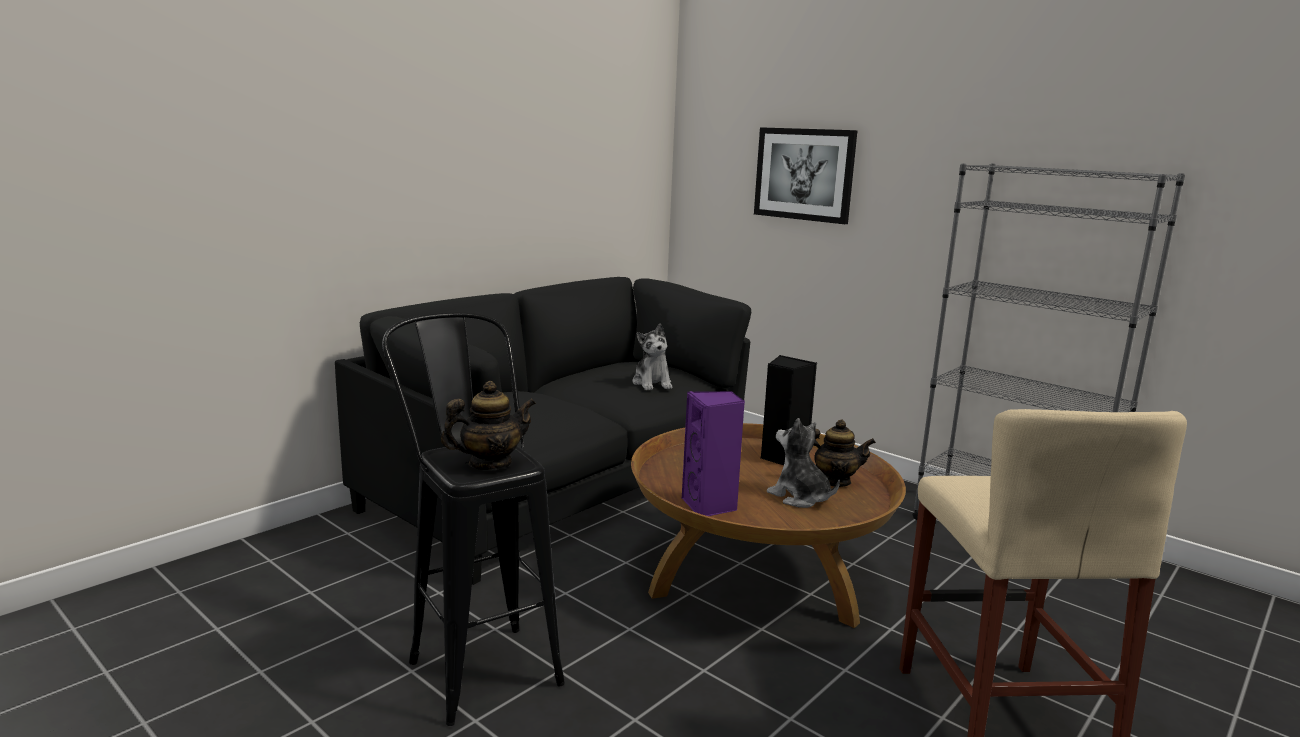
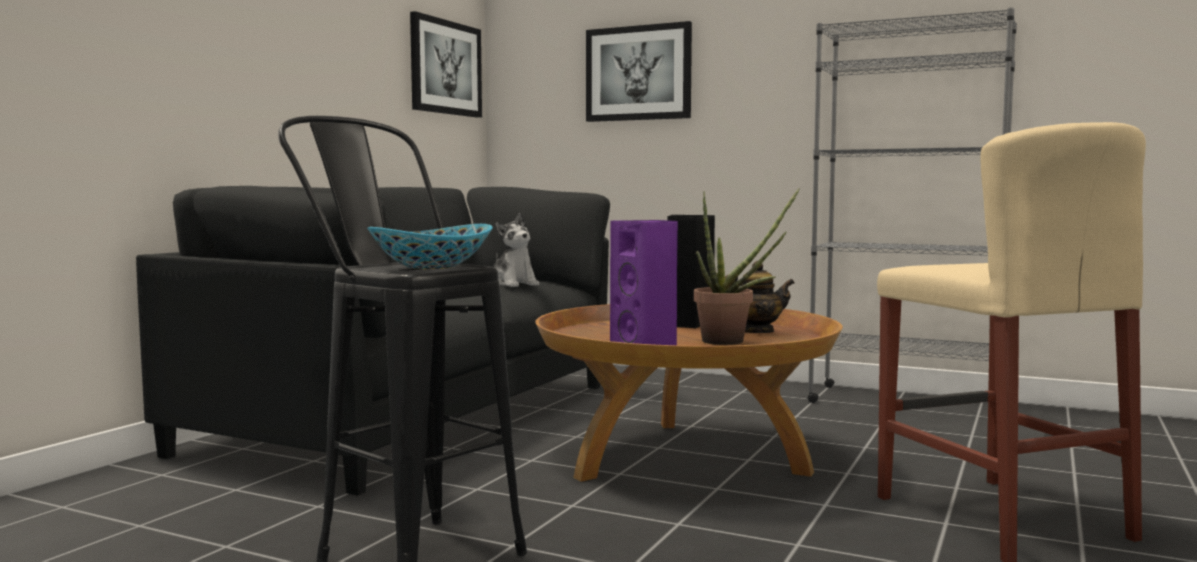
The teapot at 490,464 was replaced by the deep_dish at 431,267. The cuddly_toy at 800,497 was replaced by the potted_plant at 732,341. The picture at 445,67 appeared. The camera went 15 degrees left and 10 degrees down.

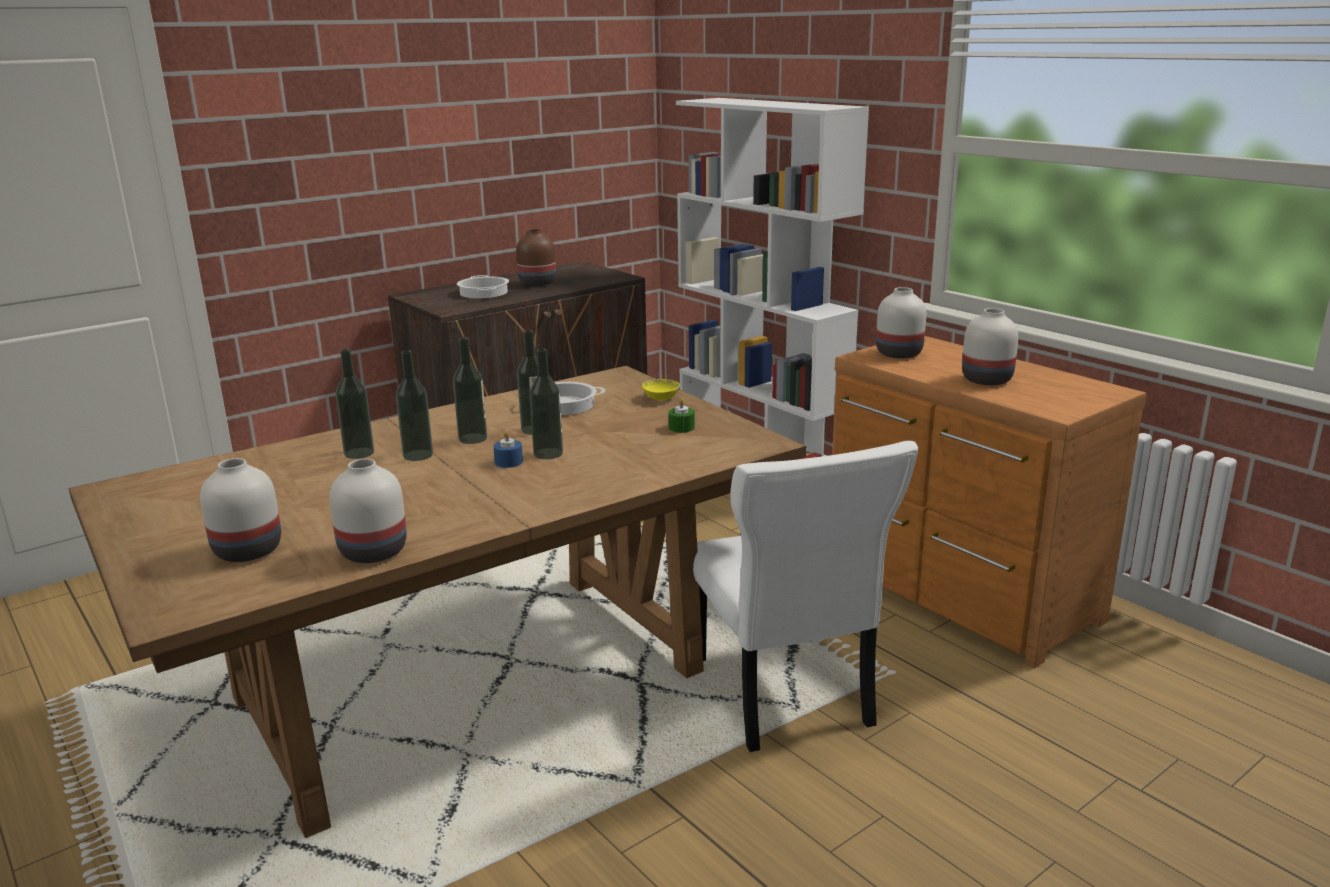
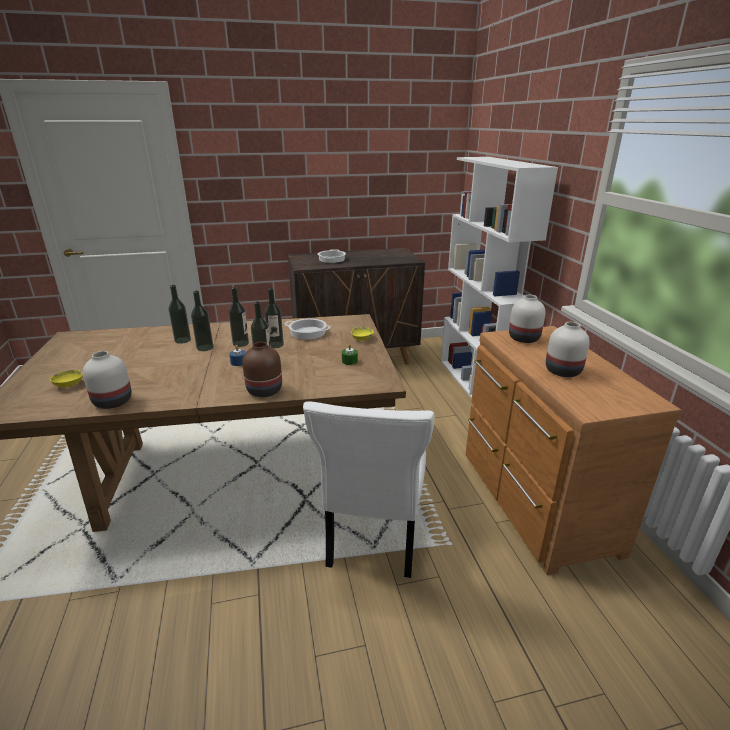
The whitish_flower_vase at 247,550 was replaced by the yellowish_deep_dish at 69,385. The brown-coloured_flower_vase moved from 536,283 to 263,390. The camera went 25 degrees right and 5 degrees up.

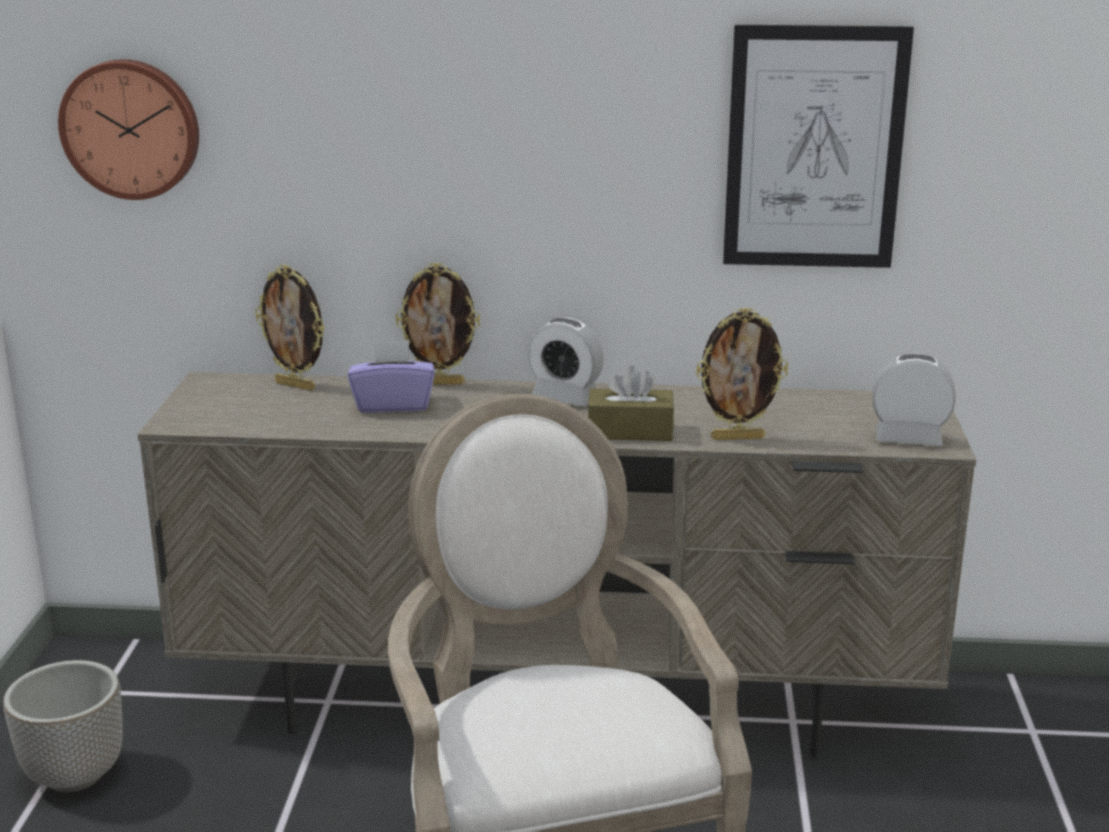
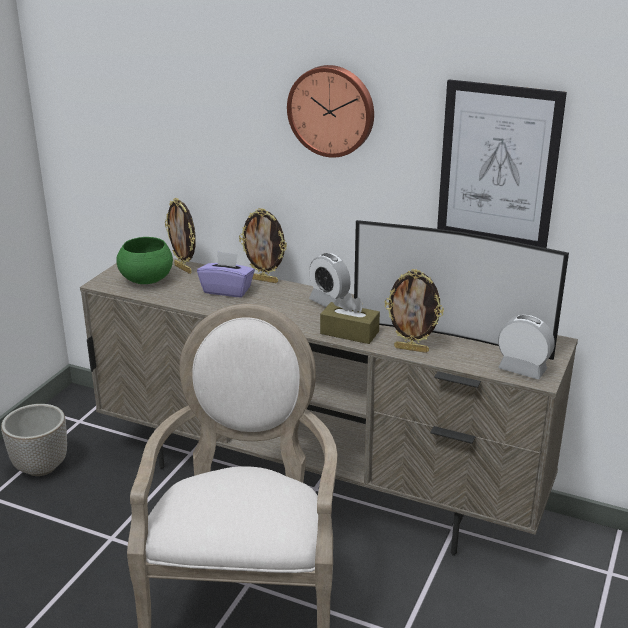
The hanging_clock moved from 131,128 to 332,110. The greenish_deep_dish at 146,280 appeared. The TV at 452,335 appeared. The camera went 20 degrees right and 5 degrees up.

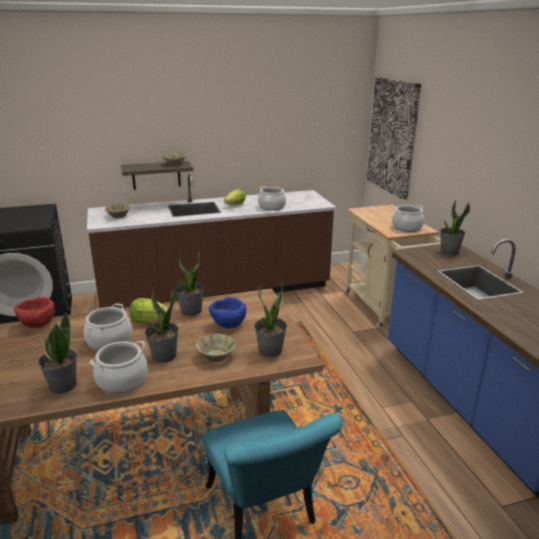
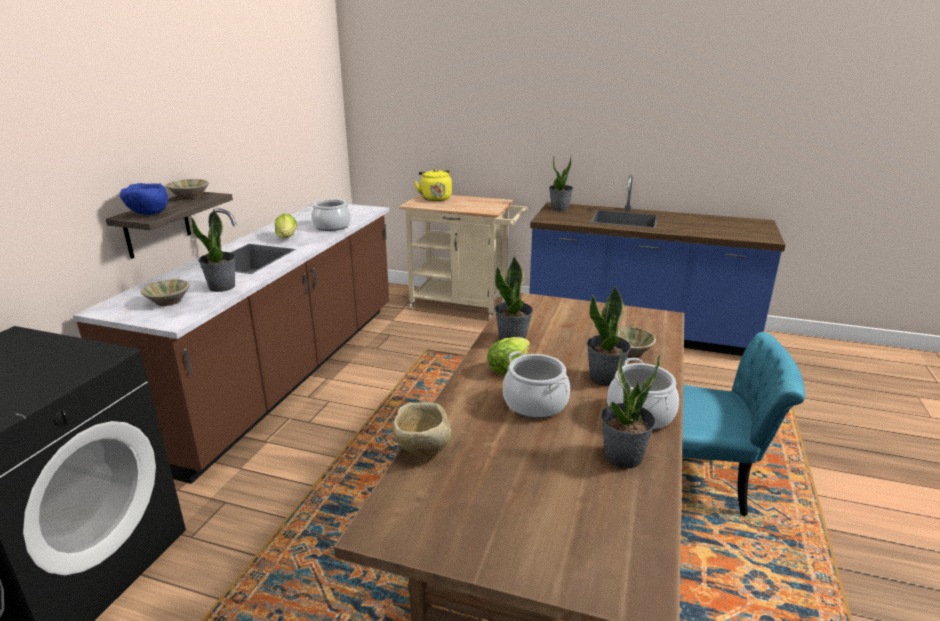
The red-coloured_deep_dish at 37,324 became the sand-coloured_deep_dish at 422,450. The blue_deep_dish moved from 228,325 to 148,214. The potted_plant moved from 270,350 to 222,287. The picture at 392,136 disappeared. The cooking_pot at 407,227 disappeared. The yellowish_water_kettle at 435,198 appeared. The camera went 55 degrees left and 0 degrees up.

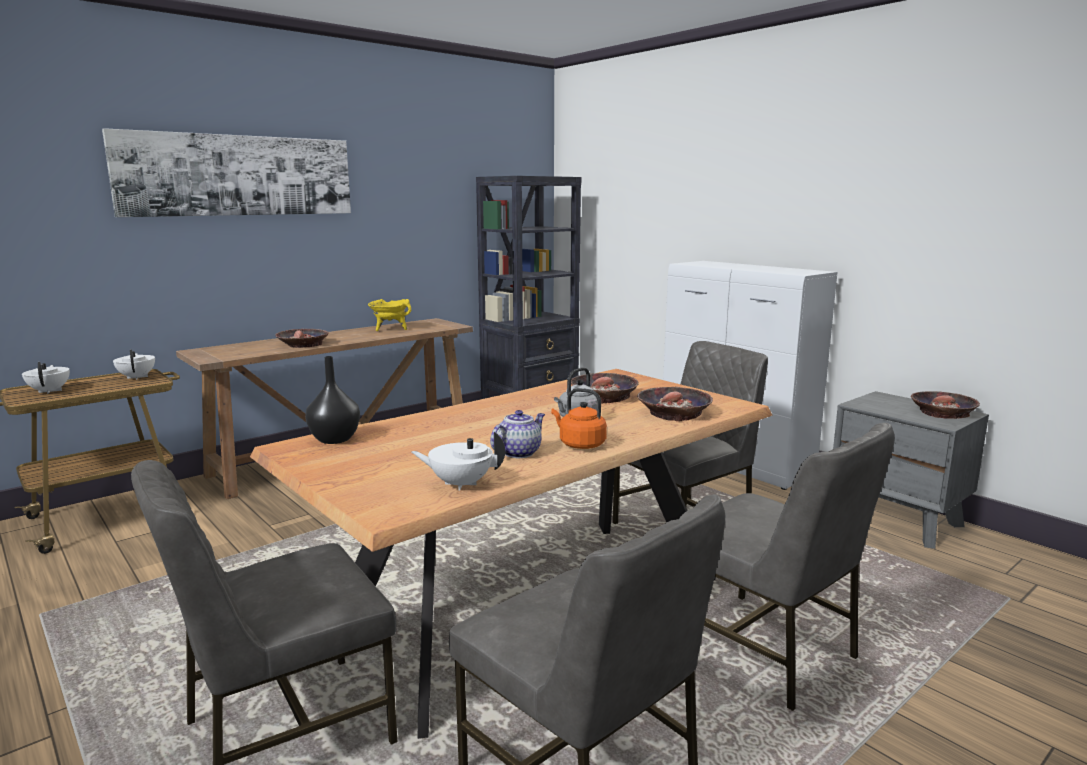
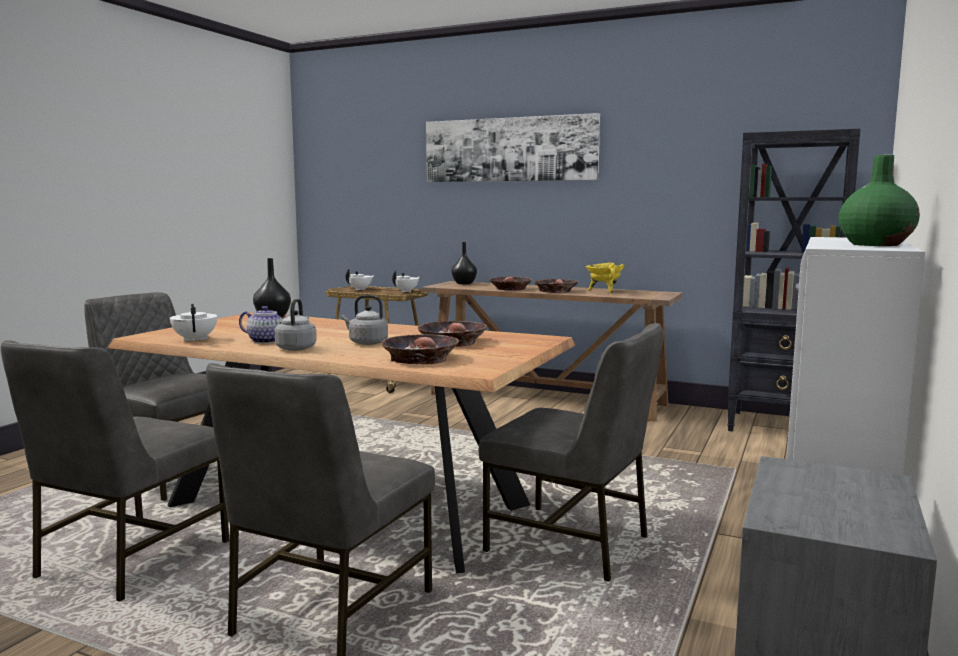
The orange_water_kettle at 580,444 became the greyish_water_kettle at 297,348. The deep_dish moved from 942,412 to 555,291. The black_flower_vase at 464,283 appeared. The greenish_flower_vase at 875,245 appeared. The camera went 65 degrees right and 5 degrees down.

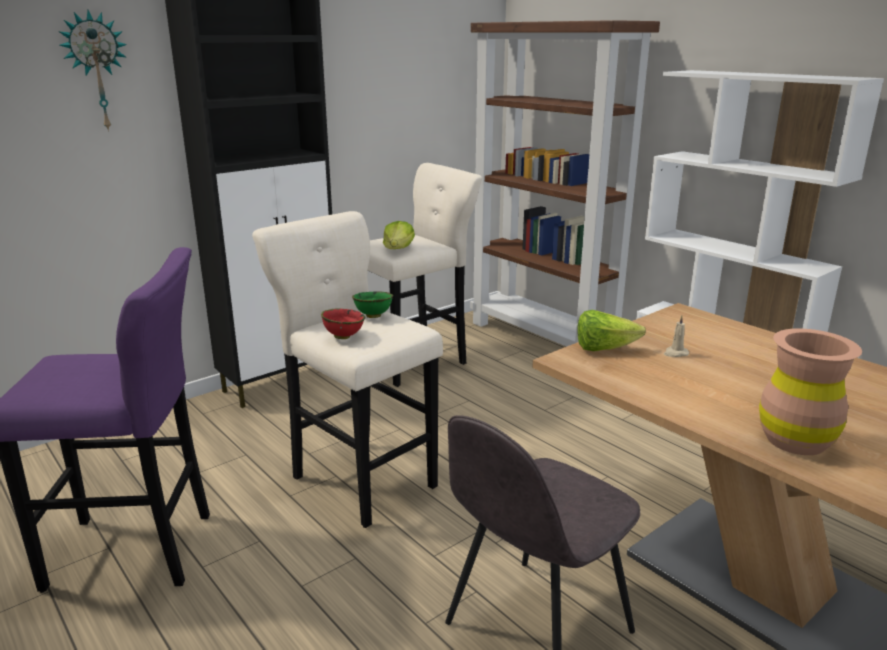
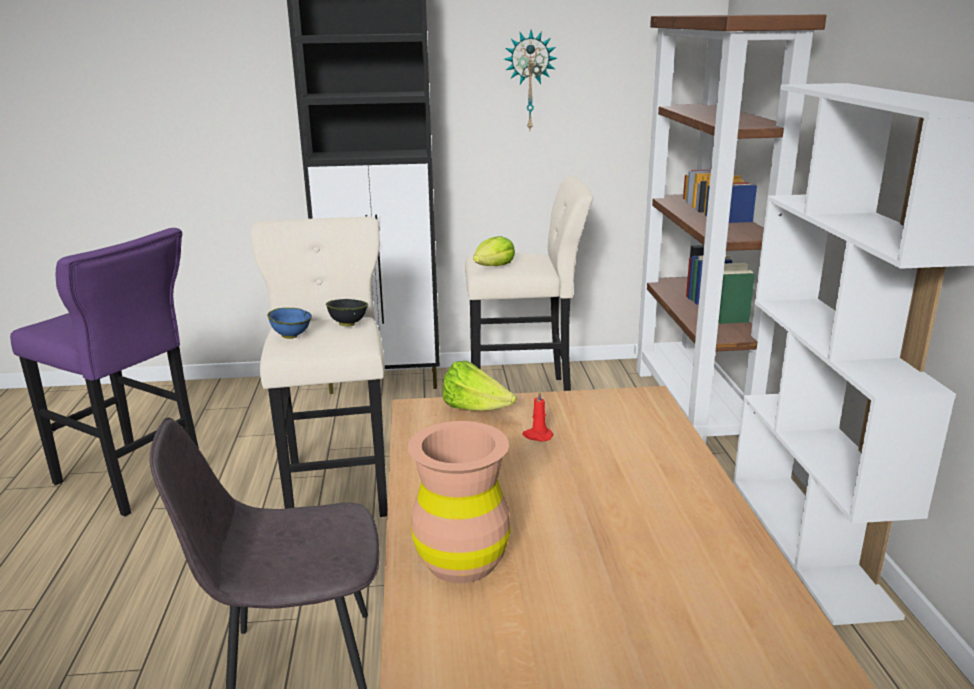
The hanging_clock moved from 96,72 to 529,81. The red-coloured_deep_dish at 343,336 became the blue_deep_dish at 291,336. The greenish_deep_dish at 372,316 became the black_deep_dish at 347,324. The sand-coloured_wax_candle at 675,353 became the red-coloured_wax_candle at 537,436. The camera went 35 degrees right and 0 degrees up.

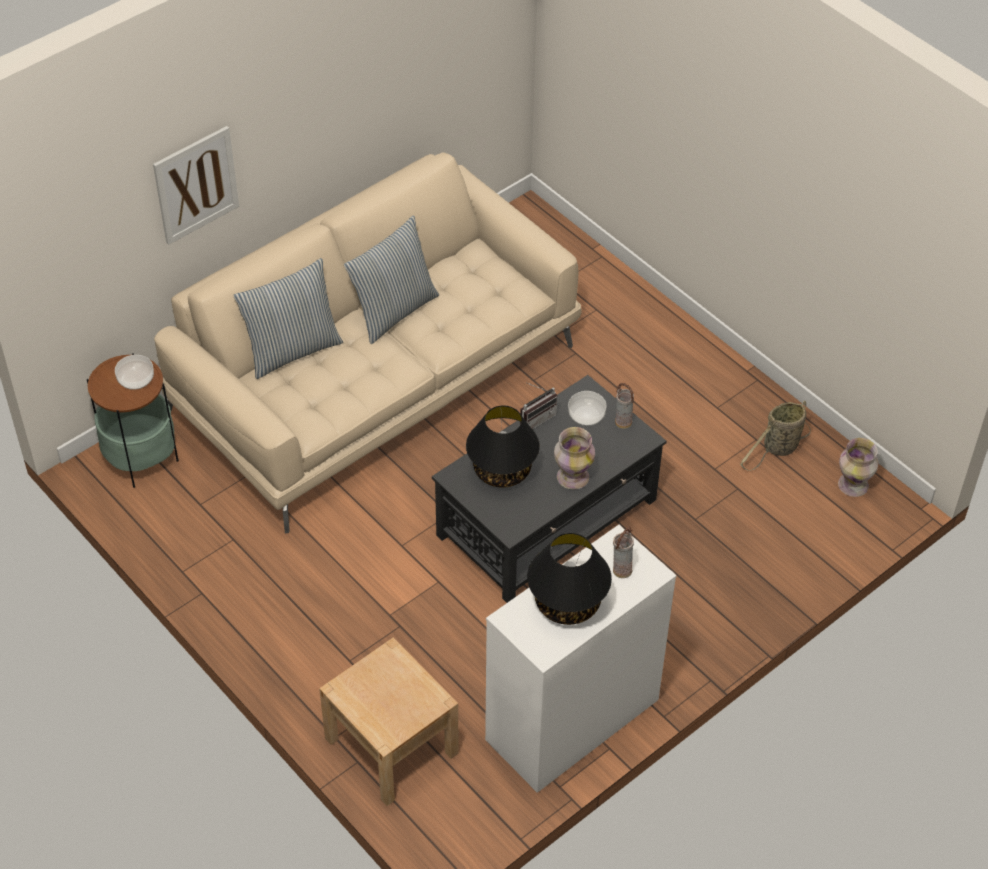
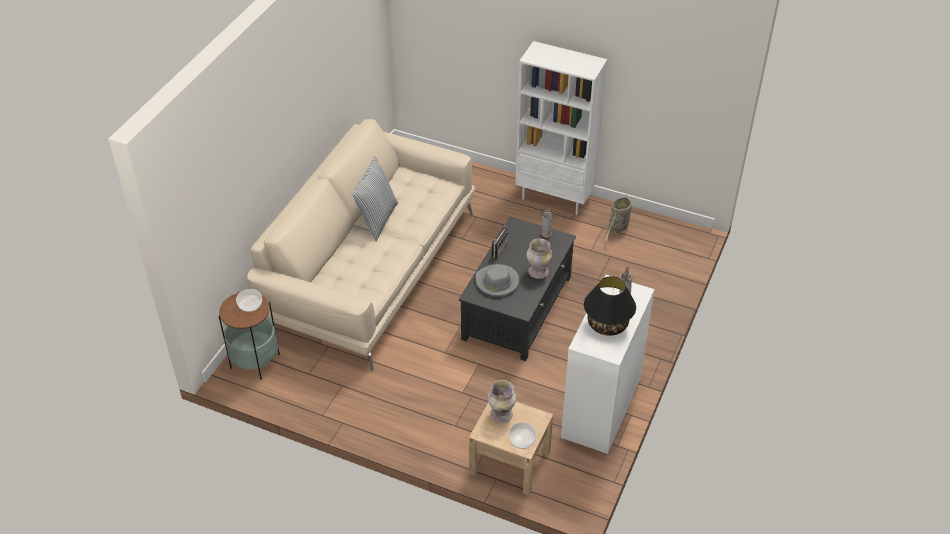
The picture at 196,184 disappeared. The pillow at 292,350 disappeared. The black_table_lamp at 502,471 was replaced by the greyish_wearable_hat at 497,282. The deep_dish moved from 586,415 to 522,440. The flower_vase moved from 853,486 to 501,415. The whitish_bookcase at 555,197 appeared. The camera went 25 degrees left and 5 degrees down.

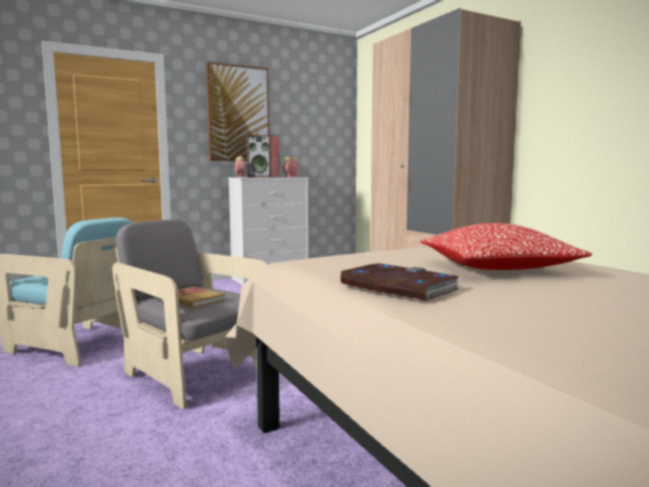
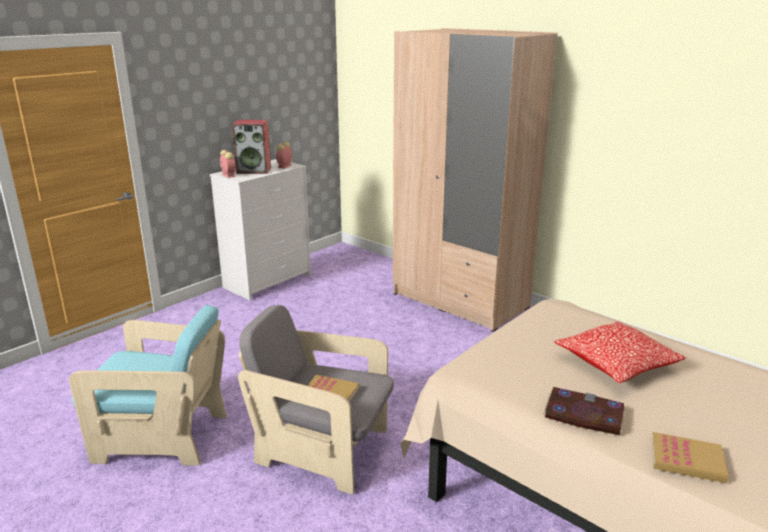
The picture at 238,114 disappeared. The volume at 687,460 appeared. The camera went 20 degrees left and 15 degrees up.

